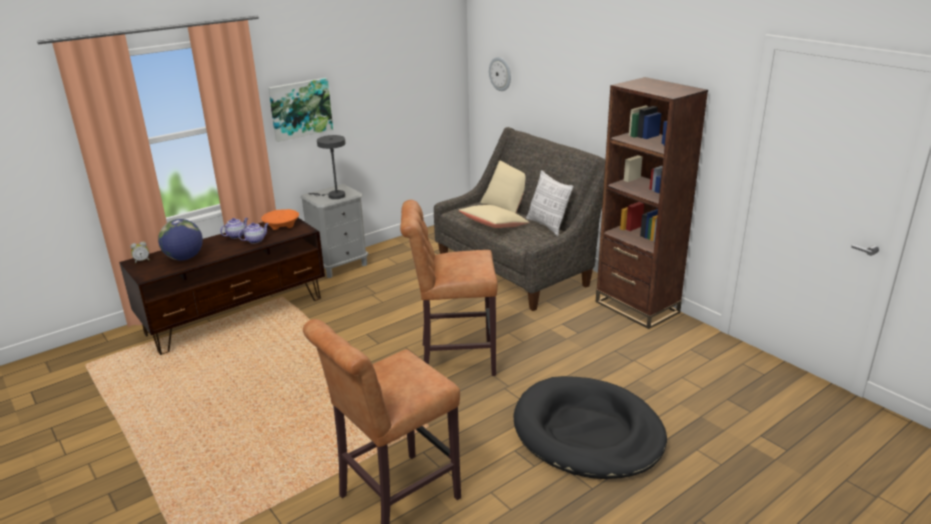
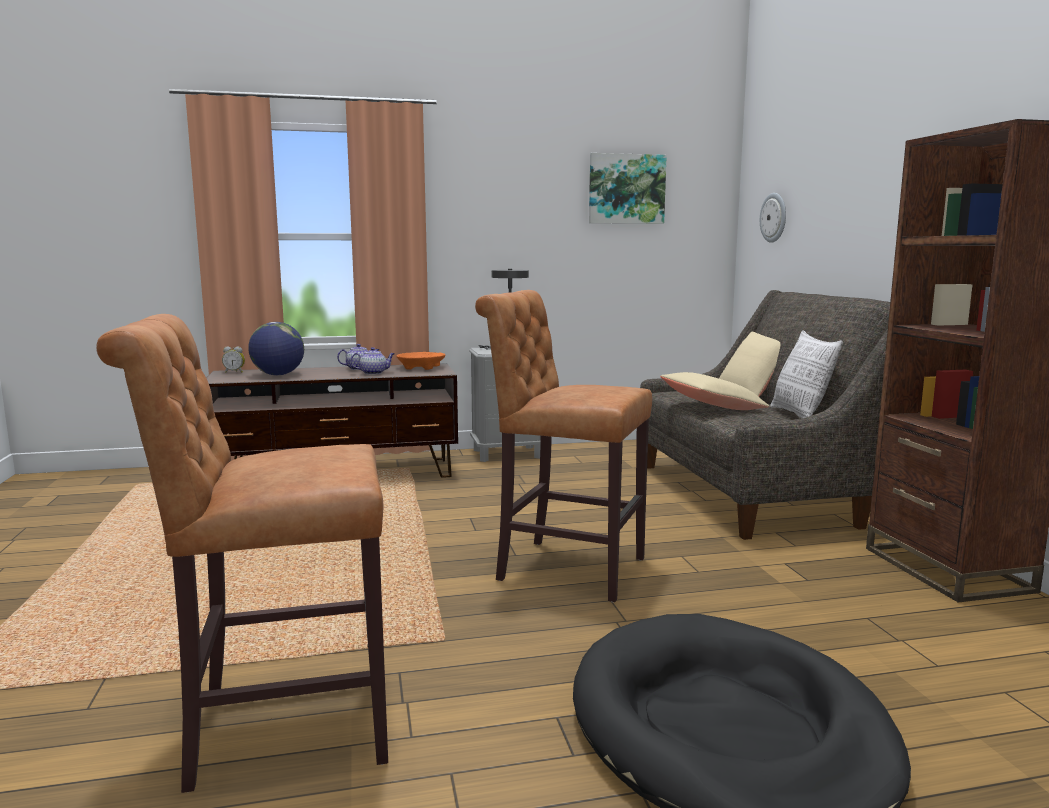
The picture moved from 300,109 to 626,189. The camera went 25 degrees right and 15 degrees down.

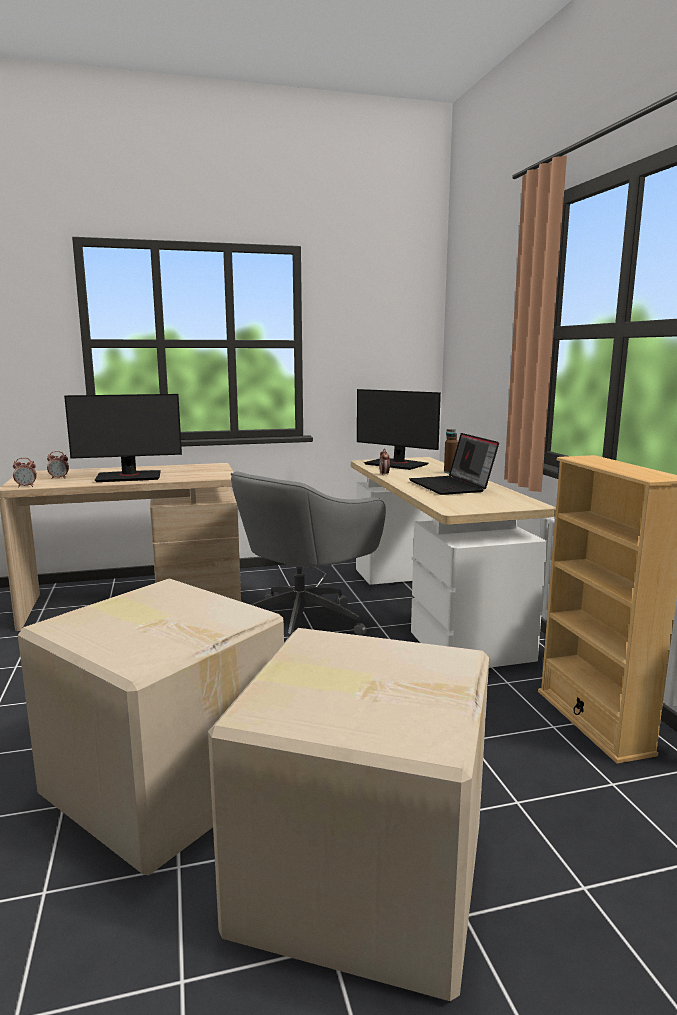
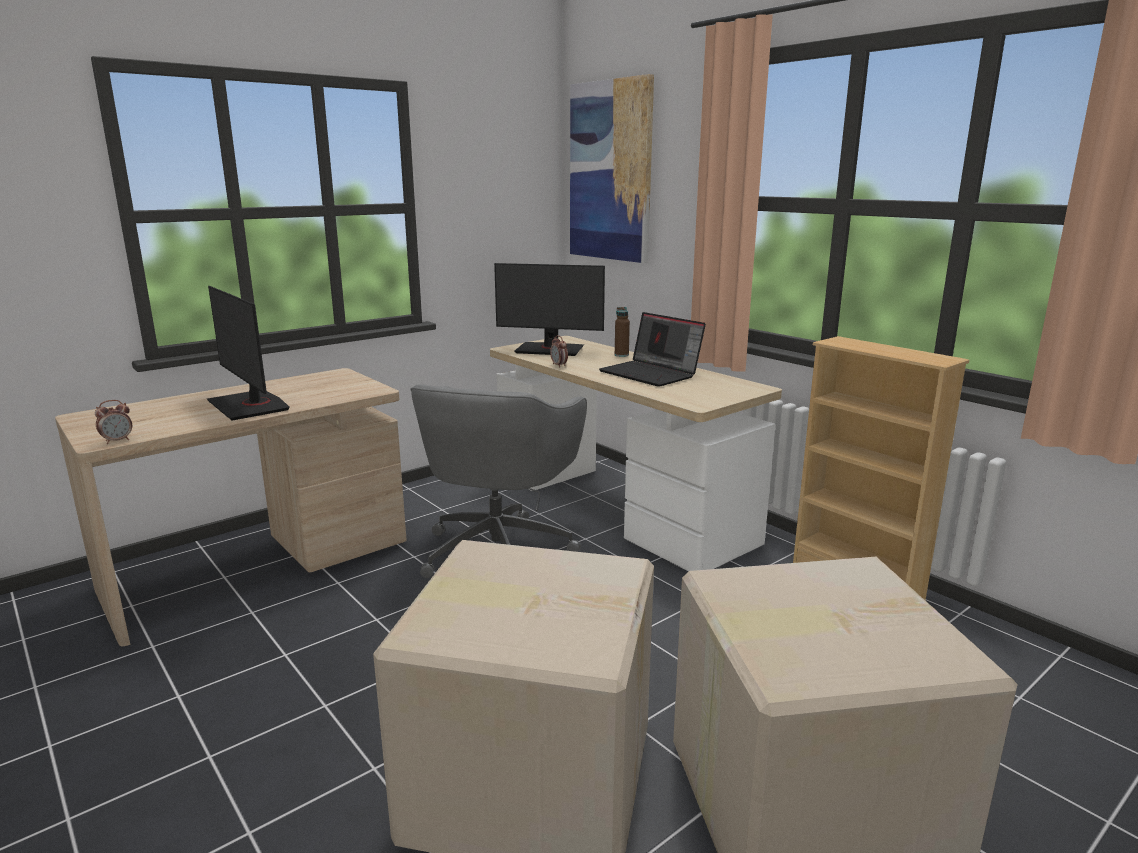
The bedside_clock at 59,478 disappeared. The computer_display at 129,477 turned 90 degrees clockwise. The picture at 611,172 appeared. The camera went 25 degrees left and 5 degrees up.

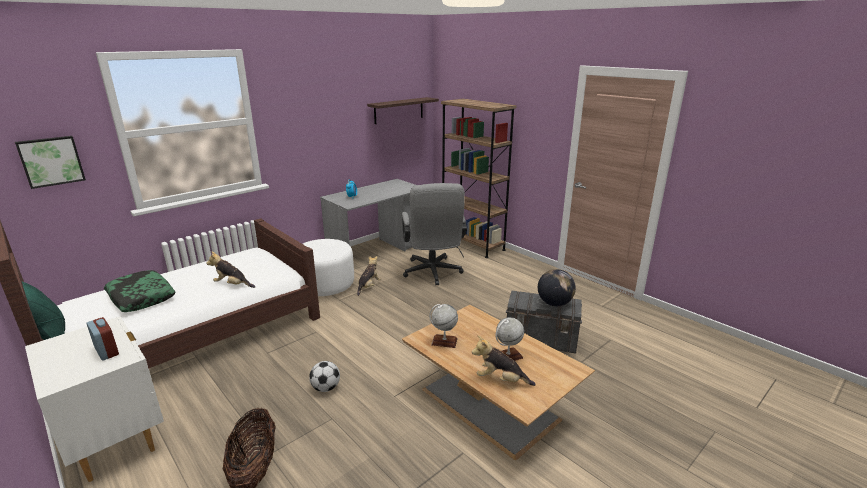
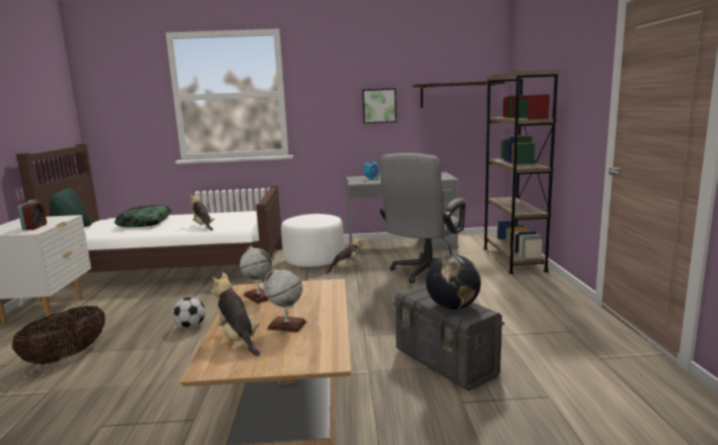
The picture moved from 51,161 to 379,106. The camera went 40 degrees right and 10 degrees down.

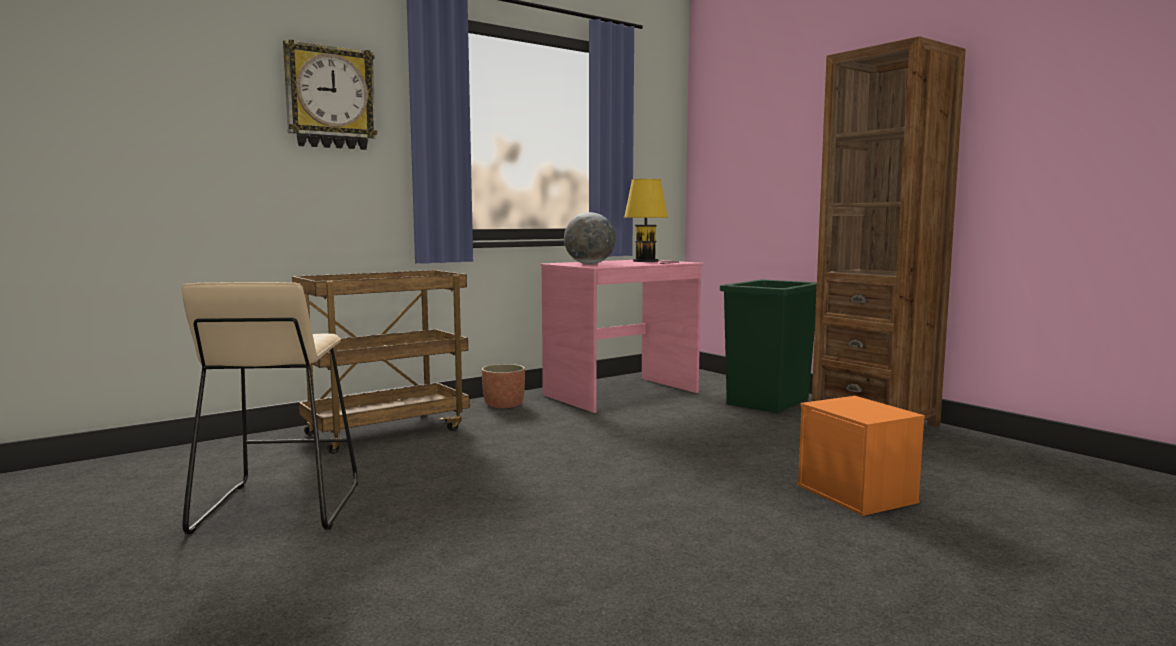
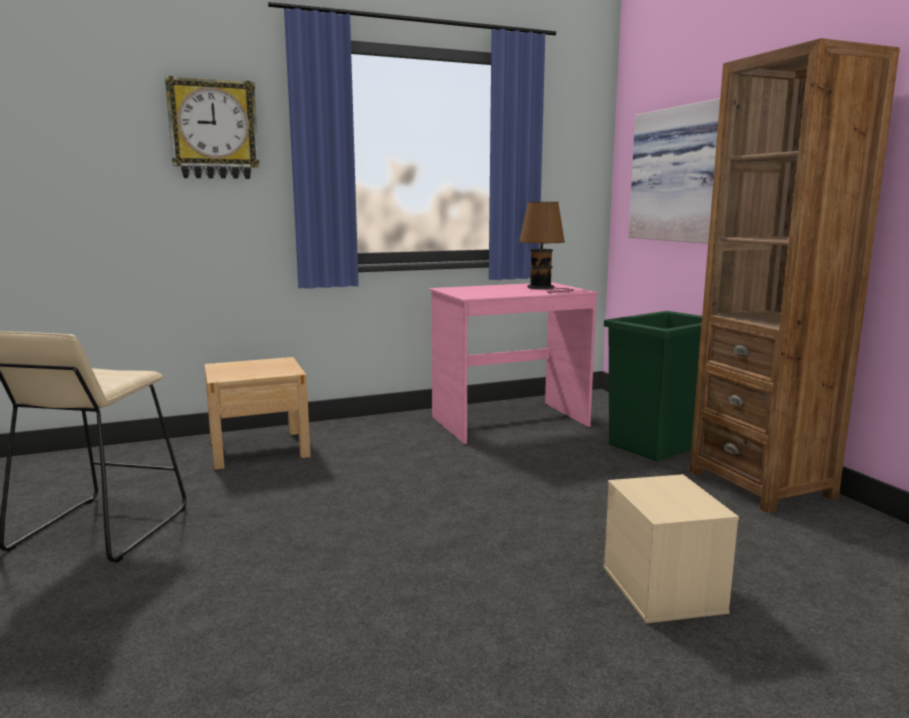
The brown-coloured_trolley at 387,431 was replaced by the sand-coloured_night_table at 259,449. The flower_pot at 503,405 disappeared. The globe at 589,264 disappeared. The yellowish_table_lamp at 648,261 became the brown-coloured_table_lamp at 542,288. The orange_storage_container at 858,494 became the sand-coloured_storage_container at 664,589. The picture at 679,175 appeared. The camera went 15 degrees right and 5 degrees up.

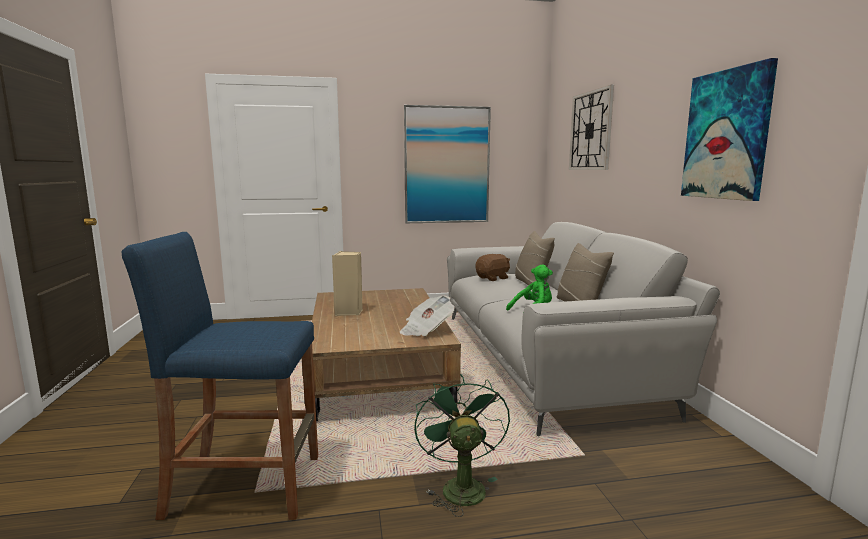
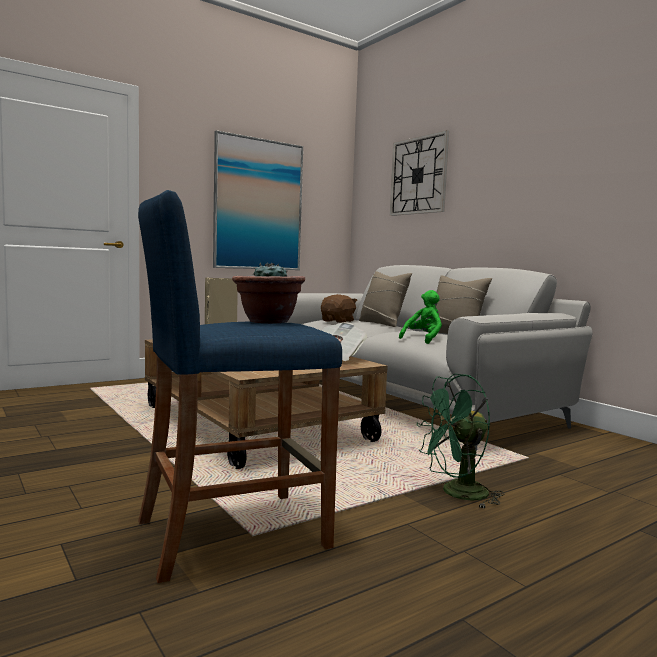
The greenish_fan at 460,486 turned 75 degrees counterclockwise. The picture at 726,135 disappeared. The potted_plant at 267,321 appeared. The camera went 25 degrees left and 5 degrees down.

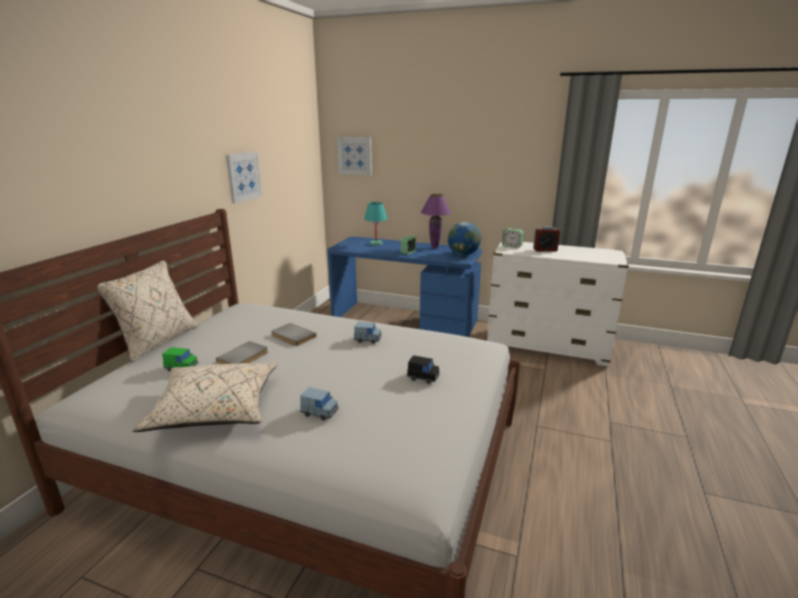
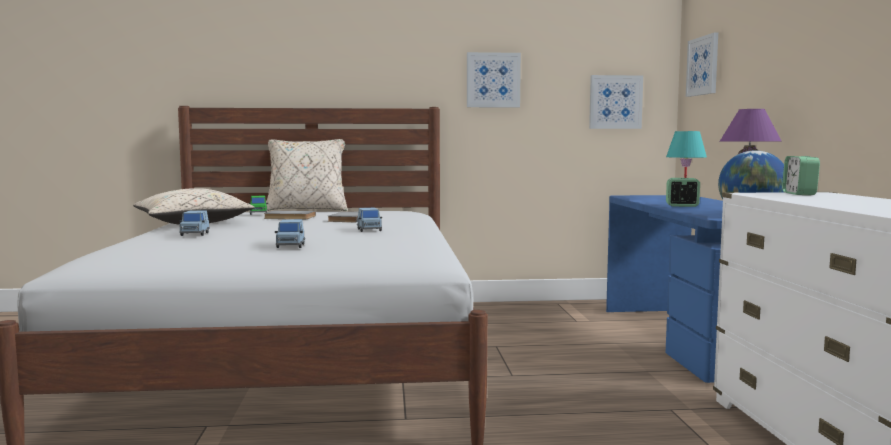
The black_model_car at 423,377 became the blue_model_car at 290,246. The bedside_clock at 545,250 disappeared. The picture at 615,102 appeared. The camera went 65 degrees right and 15 degrees down.

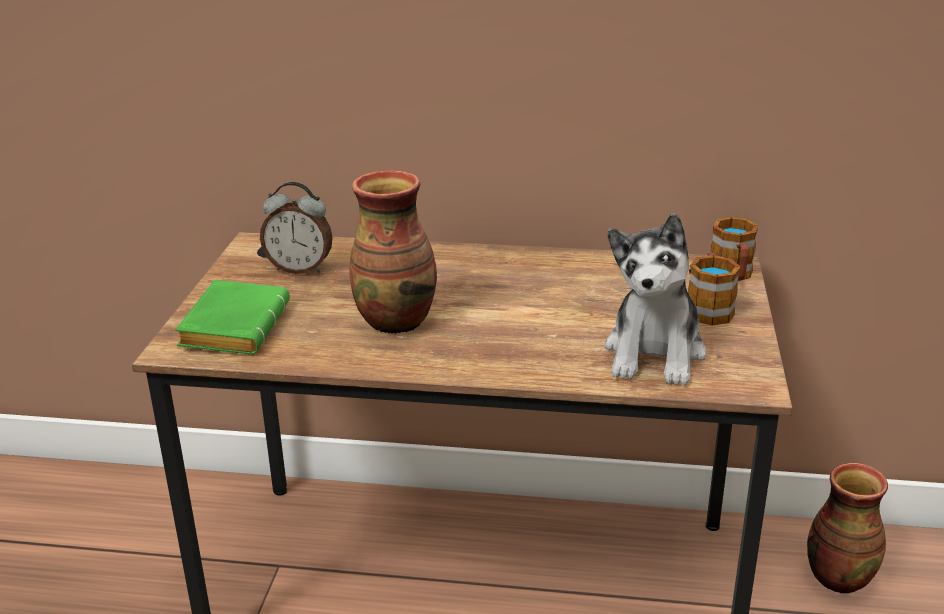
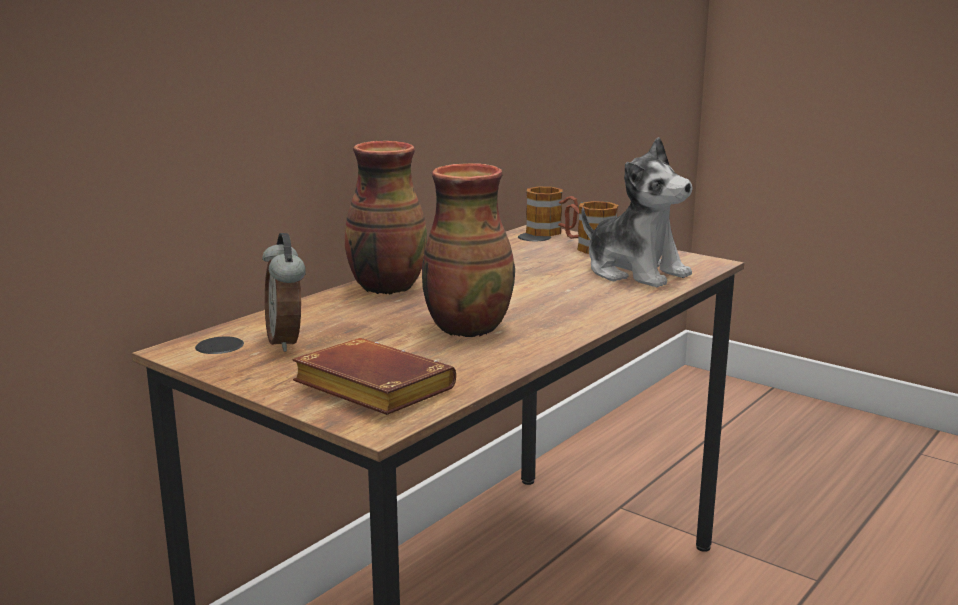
The greenish_volume at 233,325 became the brown-coloured_volume at 368,389. The bedside_clock at 300,268 turned 120 degrees clockwise. The flower_vase moved from 837,577 to 385,287. The camera went 60 degrees left and 10 degrees down.

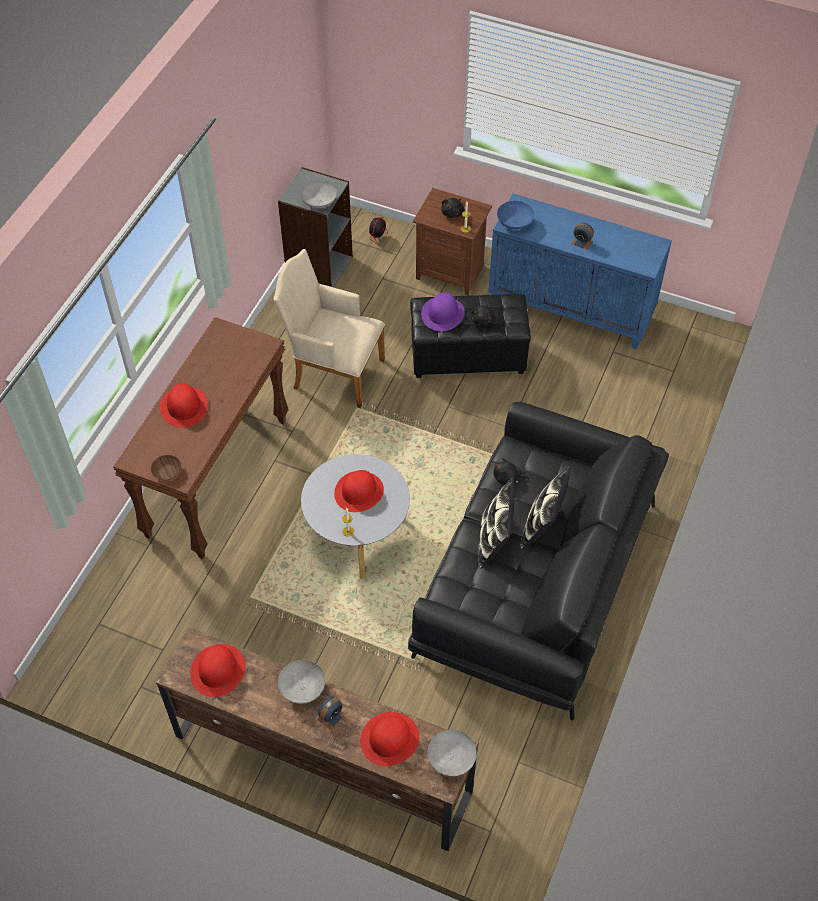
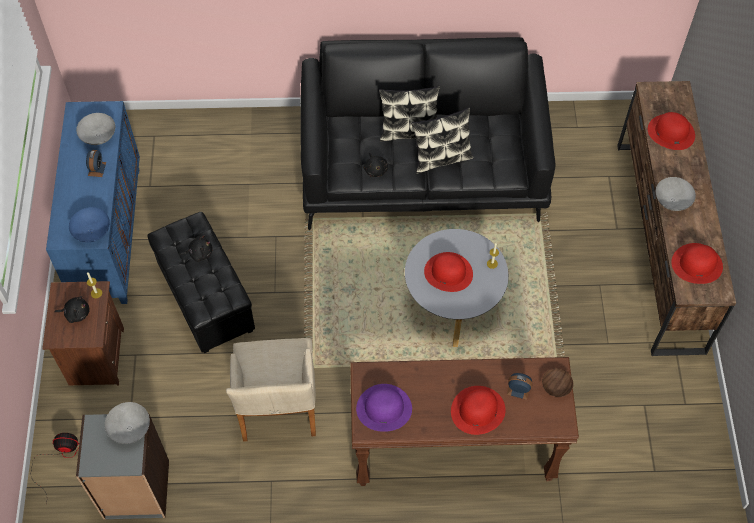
The bedside_clock moved from 331,716 to 518,390. The purplish_wearable_hat moved from 443,314 to 384,408. The greyish_deep_dish moved from 450,759 to 98,137. The camera went 115 degrees left and 5 degrees up.

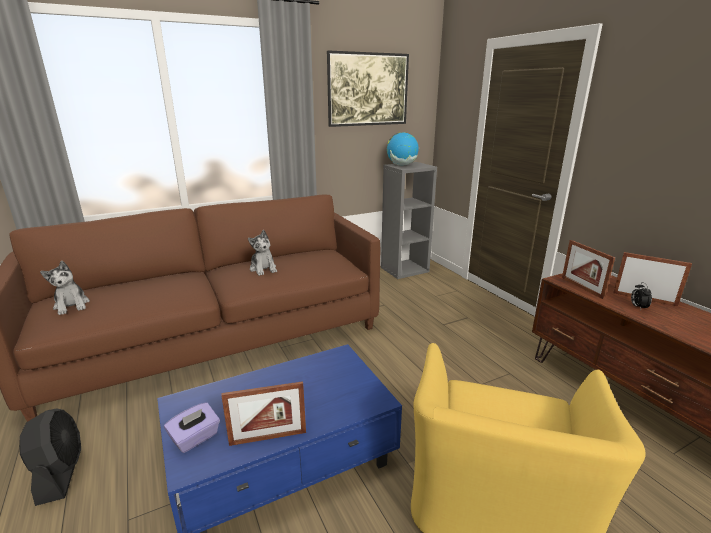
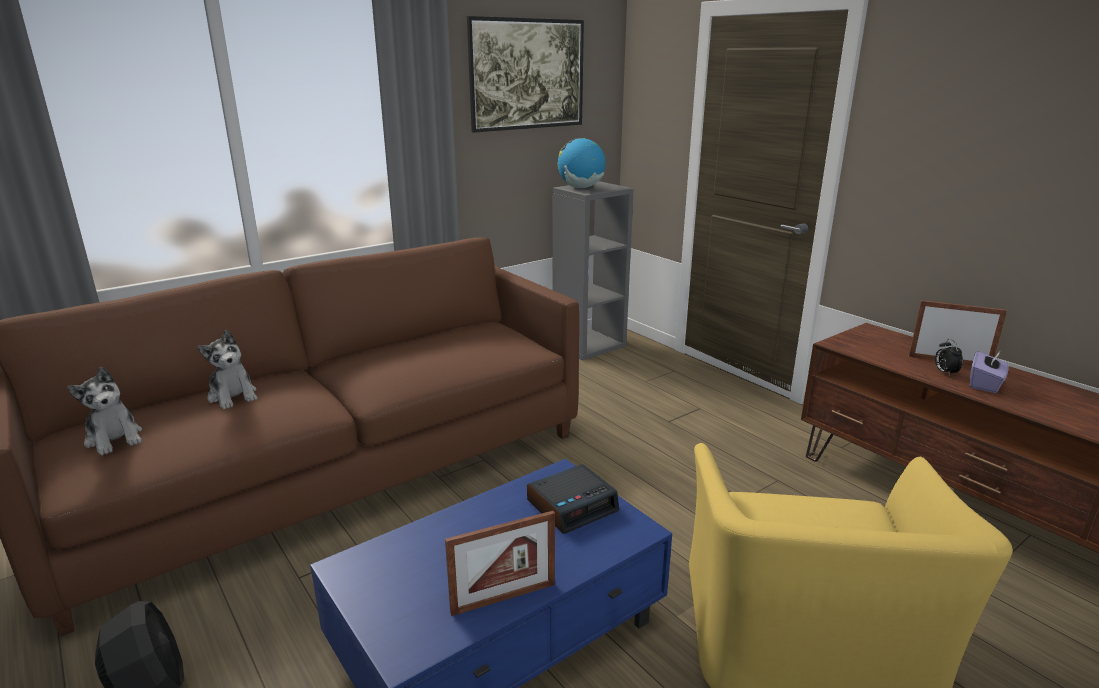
The purplish_box_of_tissues moved from 195,438 to 985,384. The cuddly_toy moved from 263,269 to 233,396. The standing_frame at 582,287 disappeared. The bedside_clock at 572,505 appeared. The camera went 10 degrees left and 0 degrees up.

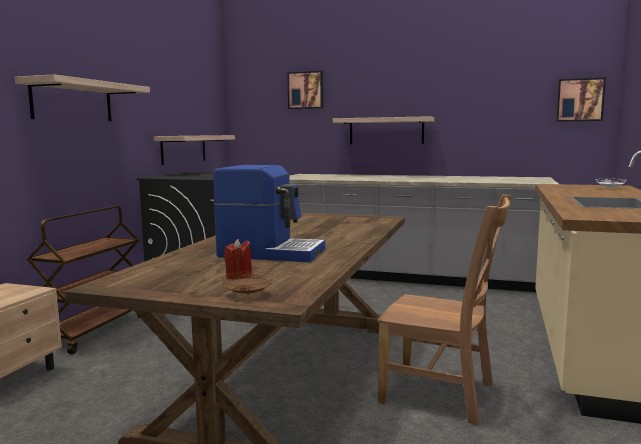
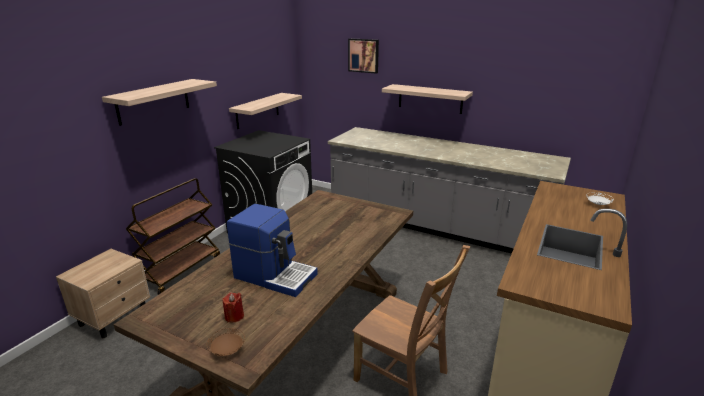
The picture at 580,100 disappeared. The camera went 10 degrees right and 15 degrees up.

